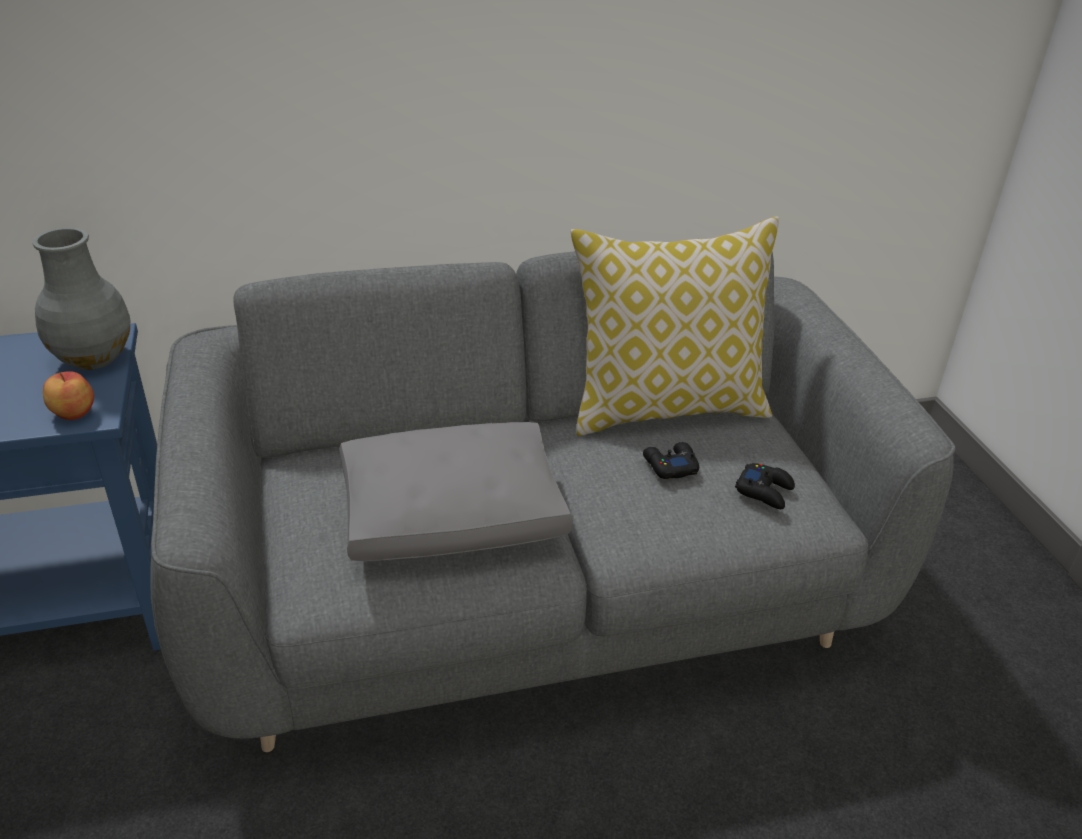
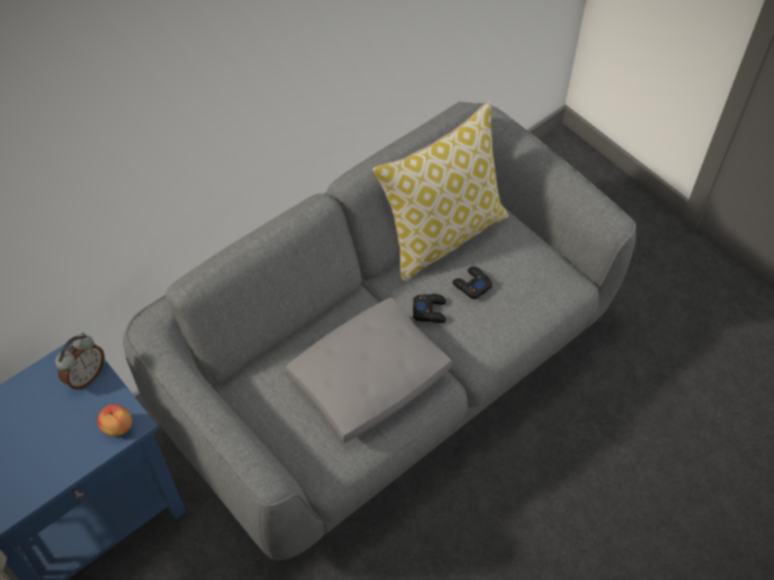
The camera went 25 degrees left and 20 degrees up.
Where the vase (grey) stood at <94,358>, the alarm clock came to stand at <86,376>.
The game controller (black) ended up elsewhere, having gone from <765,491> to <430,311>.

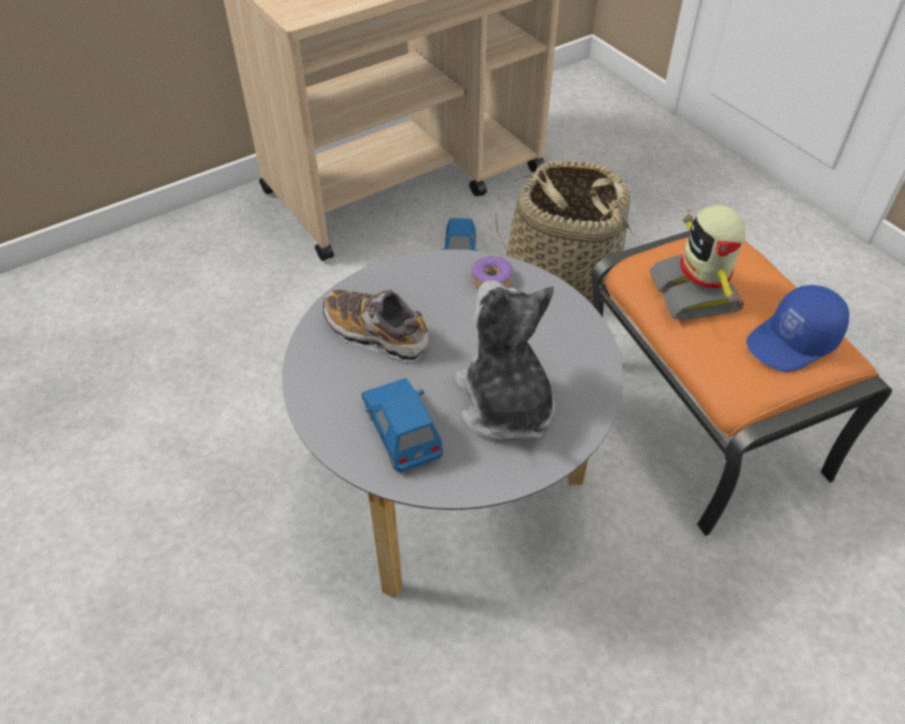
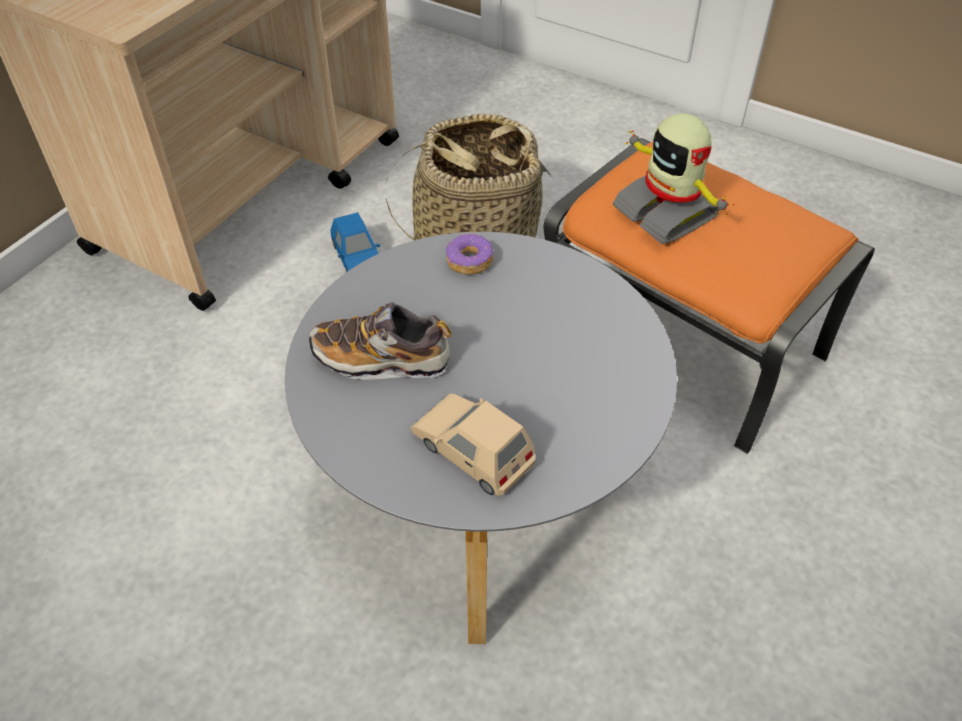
The camera went 25 degrees left and 0 degrees up.
The second view lost the plush toy at <505,404>.
The second view lost the cap (blue) at <793,342>.
What was the toy car (blue) at <401,430> turned into the toy car (beige) at <473,451>.

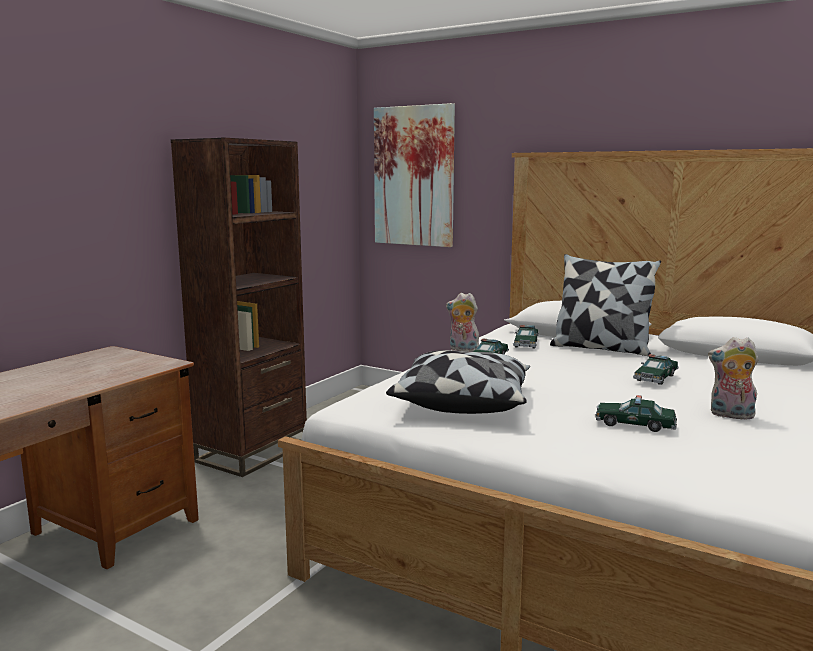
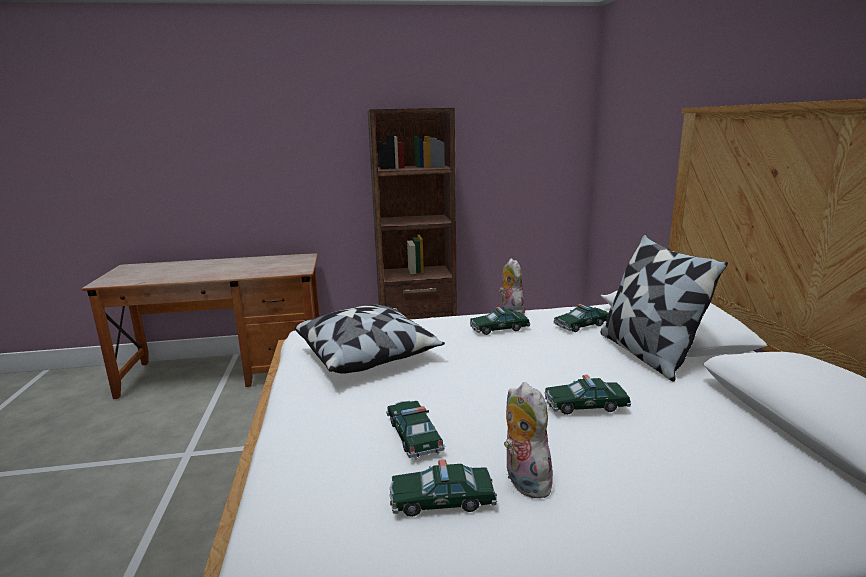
The camera went 50 degrees right and 5 degrees up.
The second view lost the picture at <414,176>.
The second view gained the toy car at <442,500>.

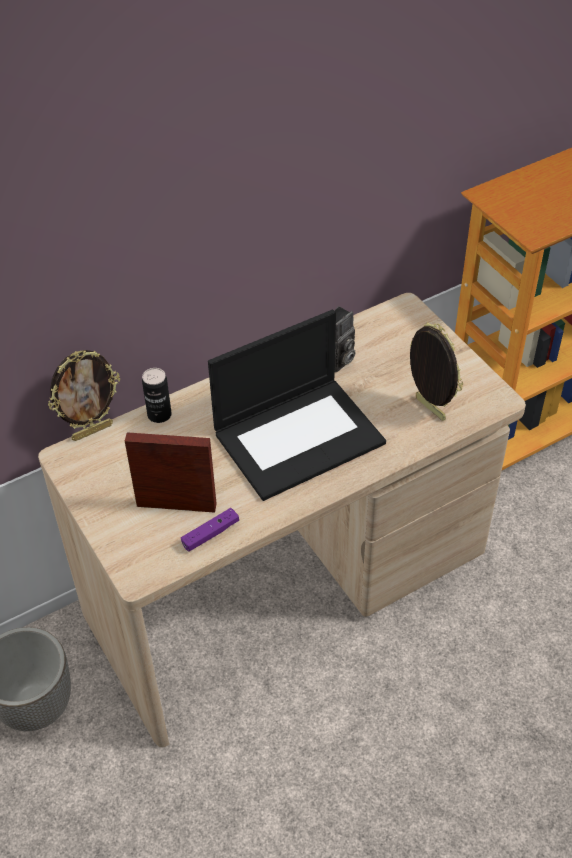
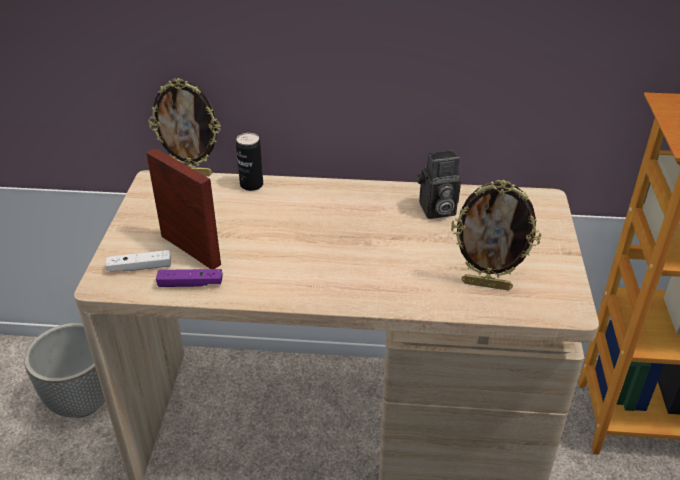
The camera went 35 degrees right and 10 degrees down.
The second view lost the laptop at <299,436>.
The picture frame at <428,409> ended up facing another way, 105 degrees clockwise from before.
The second view gained the game controller (white) at <139,267>.

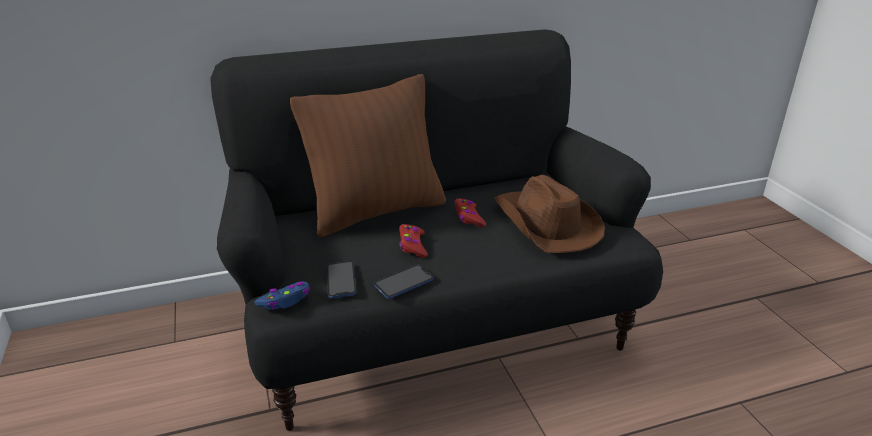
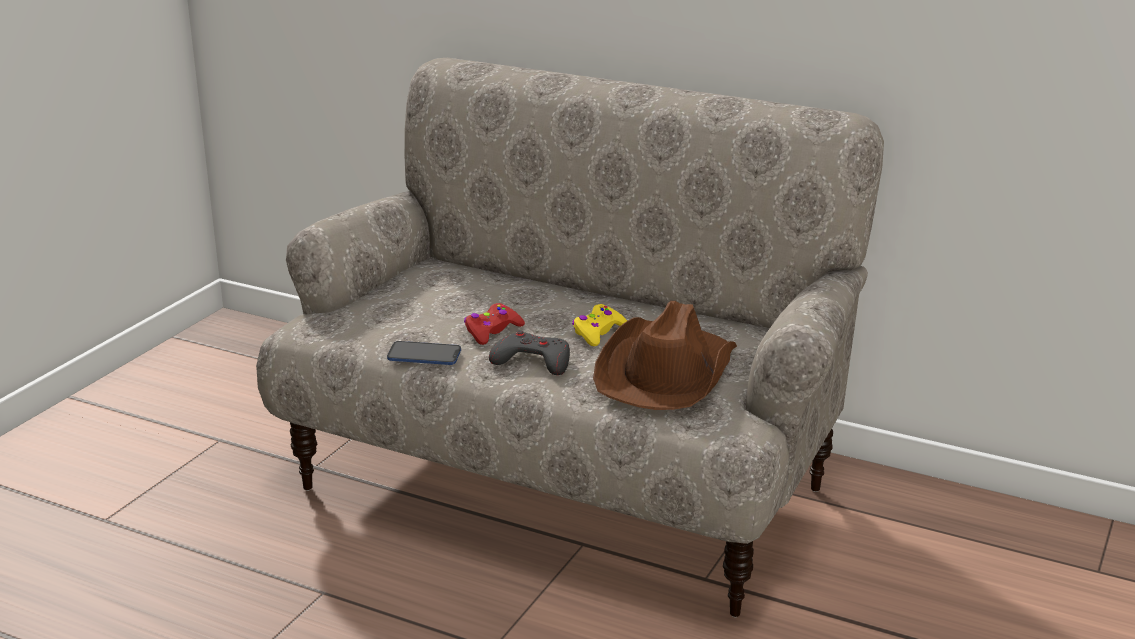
The camera went 45 degrees right and 5 degrees down.
What was the sofa (black) at <435,326> turned into the sofa (beige) at <566,483>.
The second view lost the pillow (brown) at <376,212>.
What was the game controller (red) at <469,217> turned into the game controller (yellow) at <598,332>.
The second view lost the phone at <341,281>.
The second view lost the game controller (blue) at <285,301>.
The second view gained the game controller (grey) at <533,361>.

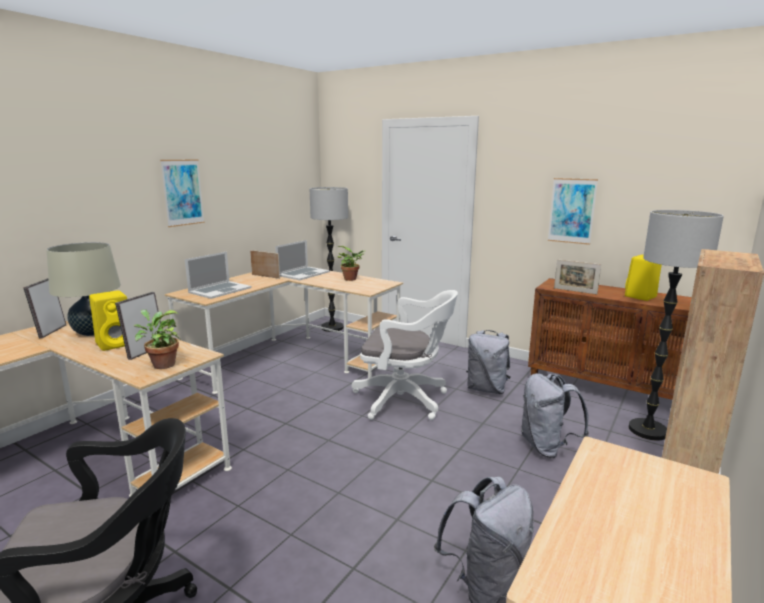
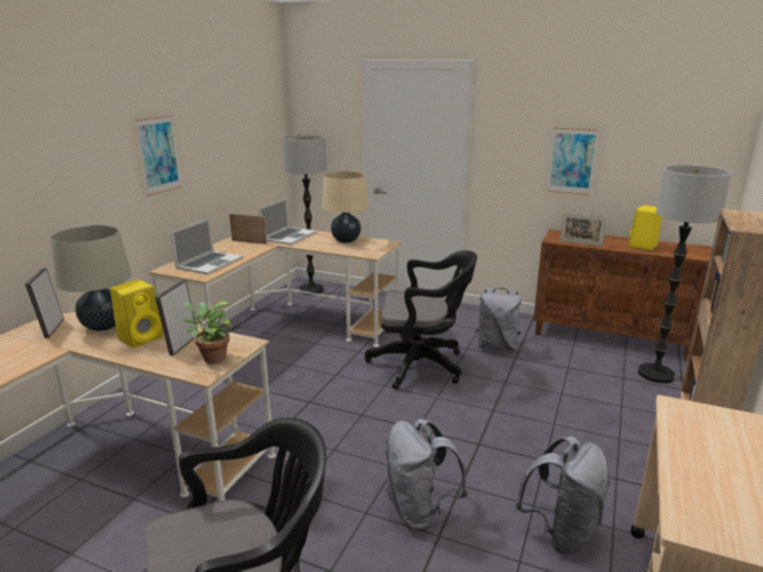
The camera went 10 degrees left and 5 degrees up.
Where the potted plant stood at <352,279>, the table lamp (beige) came to stand at <346,240>.
What was the office chair (white) at <405,400> turned into the office chair (black) at <422,365>.
The backpack (grey) ended up elsewhere, having gone from <547,447> to <420,510>.

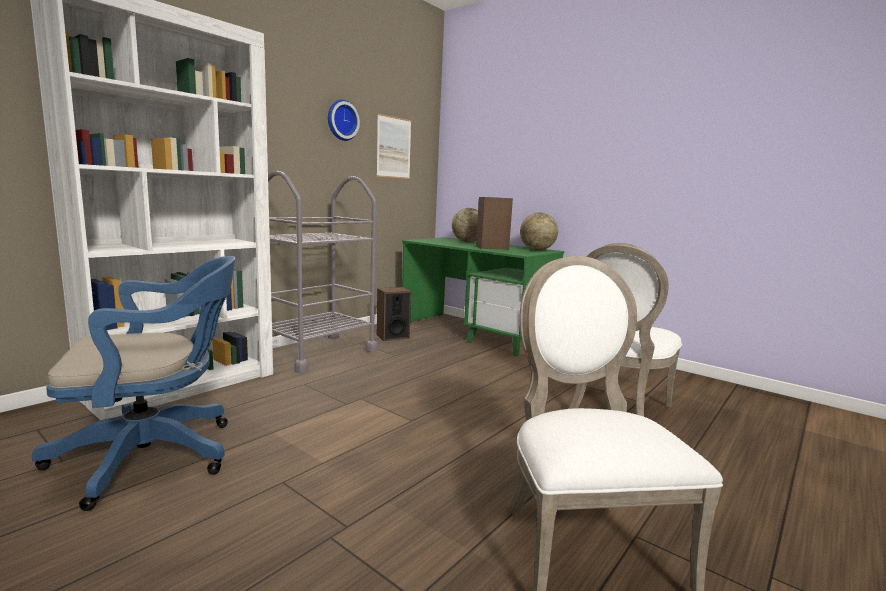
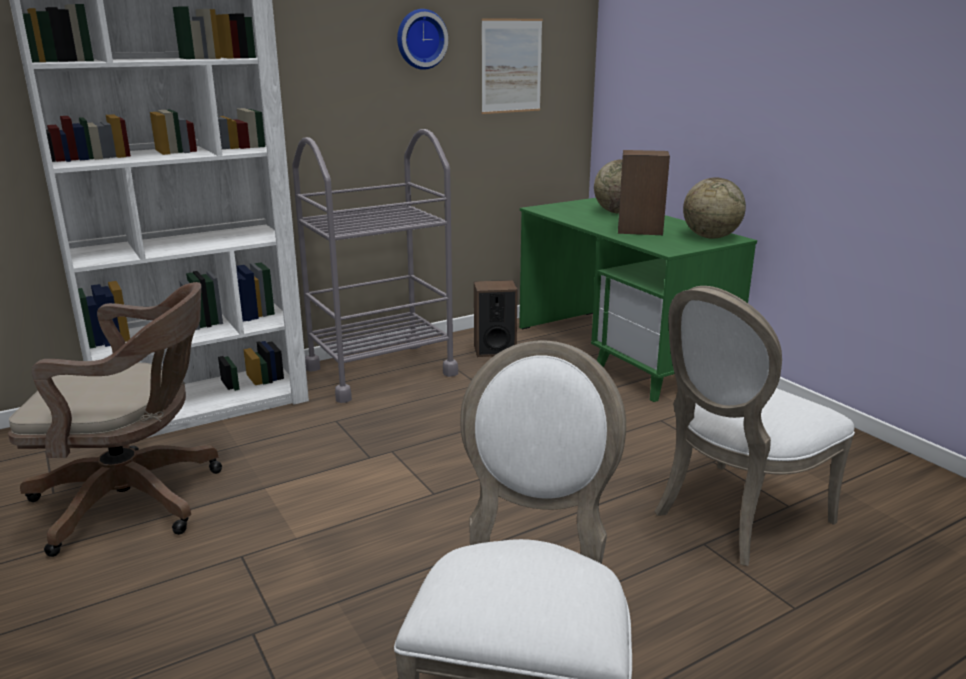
The camera went 20 degrees right and 10 degrees up.
What was the office chair (blue) at <156,455> turned into the office chair (brown) at <137,500>.

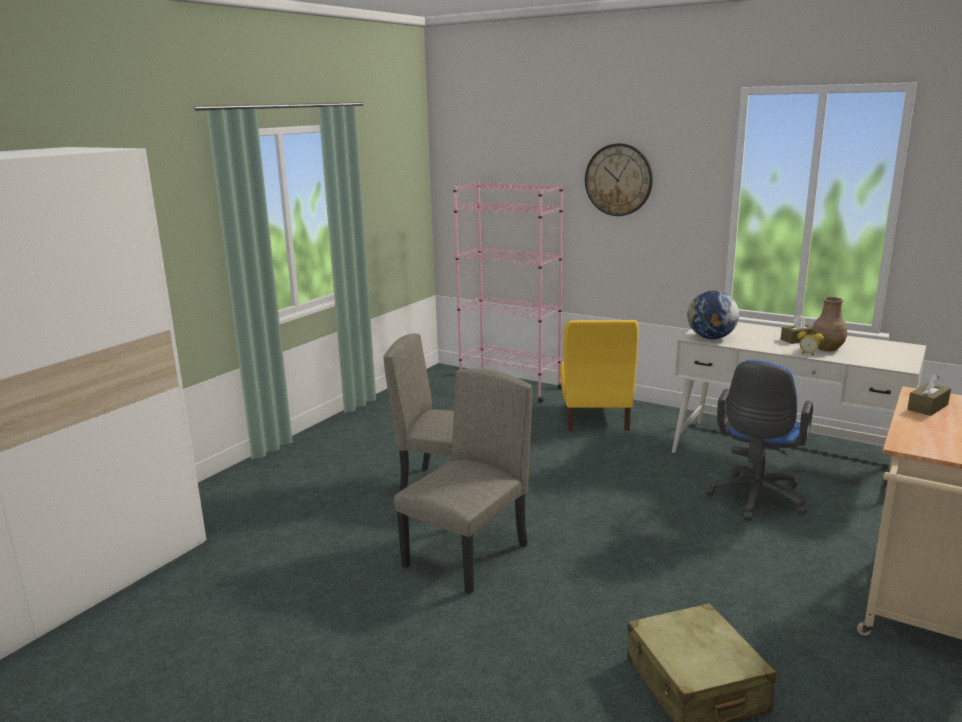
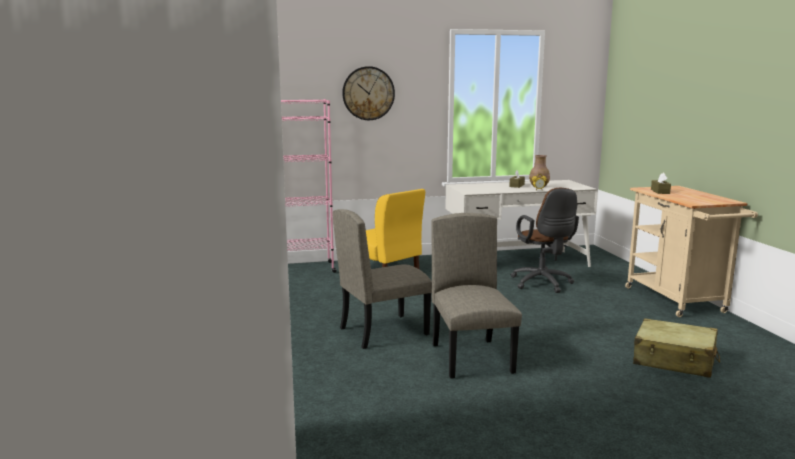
The camera went 45 degrees left and 5 degrees down.
The second view lost the globe at <710,338>.
What was the office chair (blue) at <755,500> turned into the office chair (brown) at <543,284>.

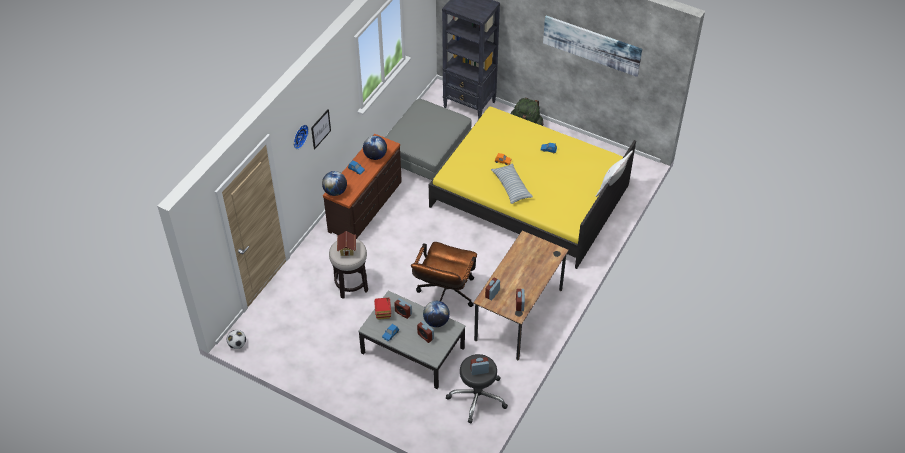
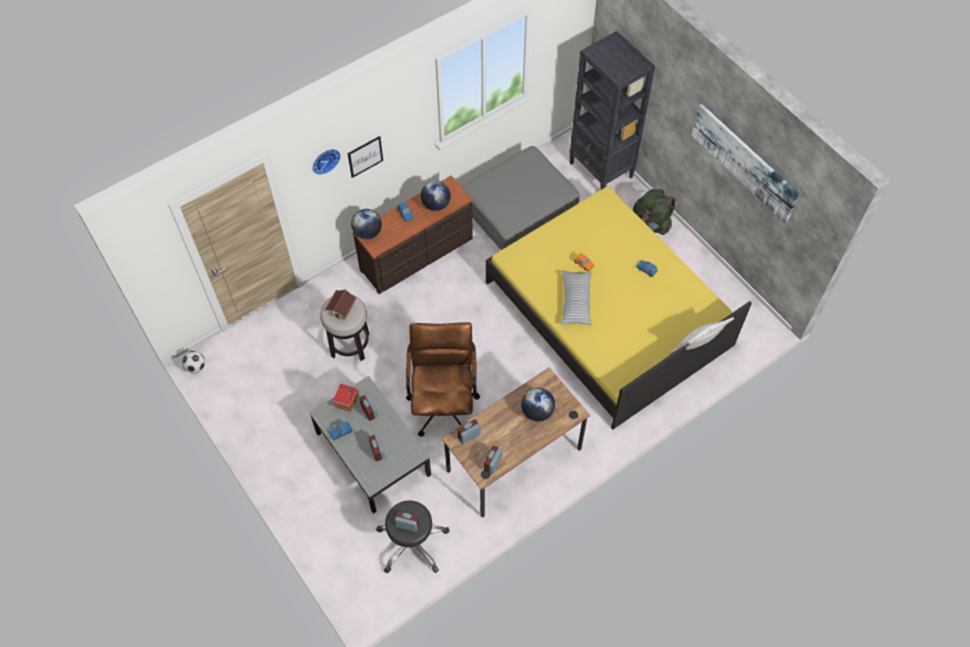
The camera went 25 degrees right and 10 degrees up.
The office chair (brown) at <445,296> ended up facing another way, 135 degrees clockwise from before.
The globe ended up elsewhere, having gone from <436,321> to <537,411>.

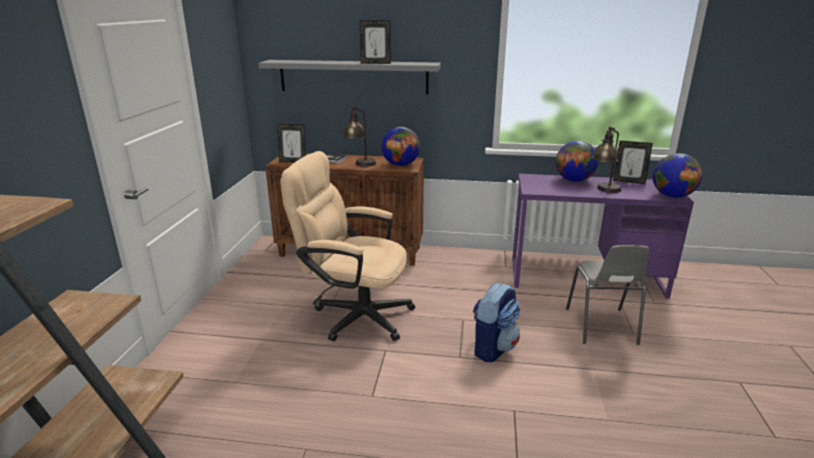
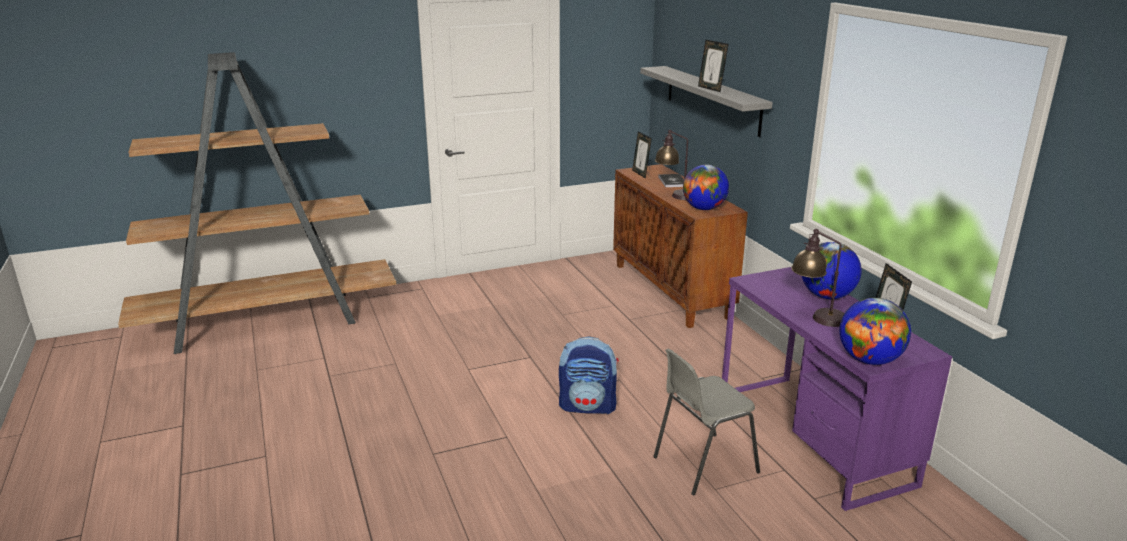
The camera went 60 degrees right and 0 degrees up.
The second view lost the office chair (beige) at <354,315>.

